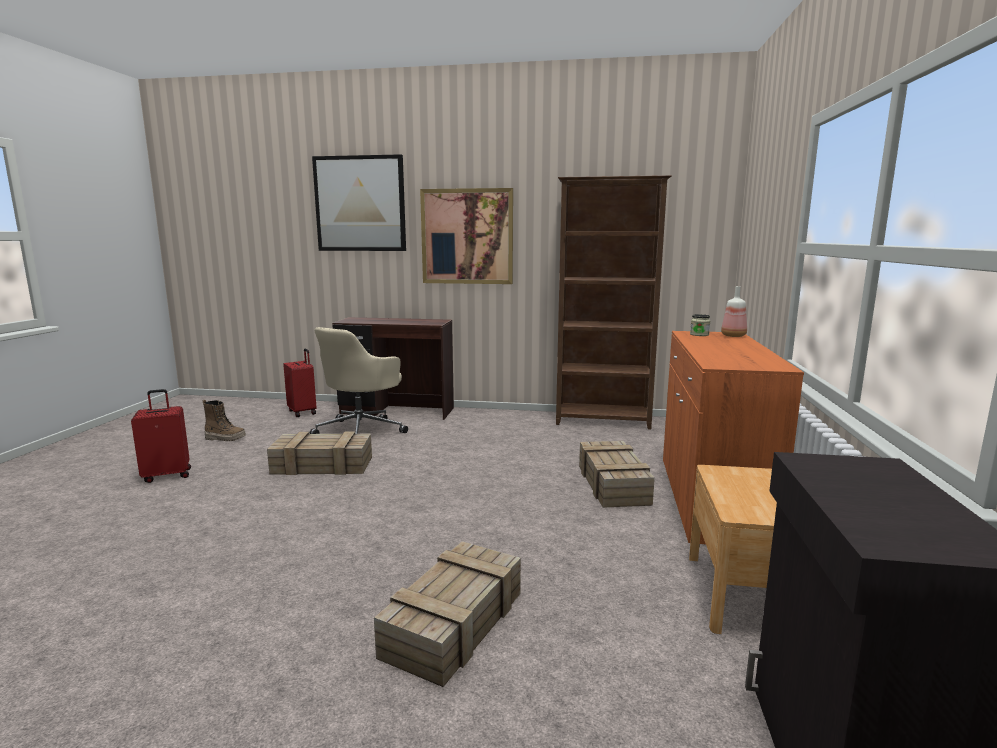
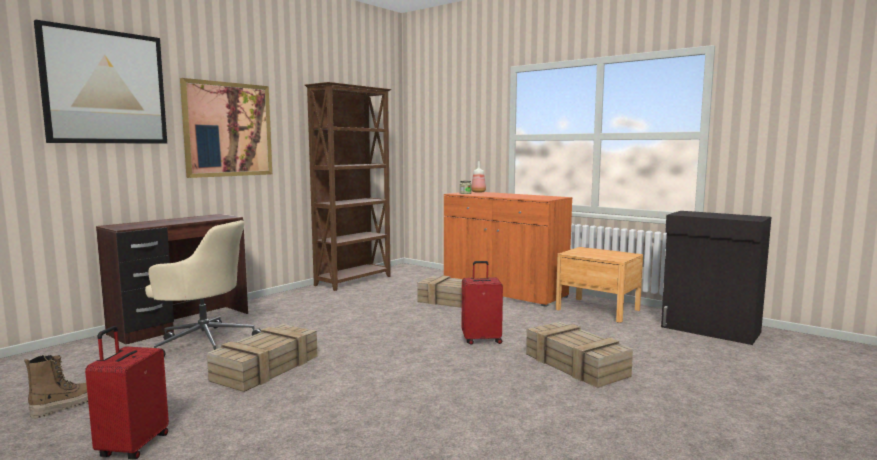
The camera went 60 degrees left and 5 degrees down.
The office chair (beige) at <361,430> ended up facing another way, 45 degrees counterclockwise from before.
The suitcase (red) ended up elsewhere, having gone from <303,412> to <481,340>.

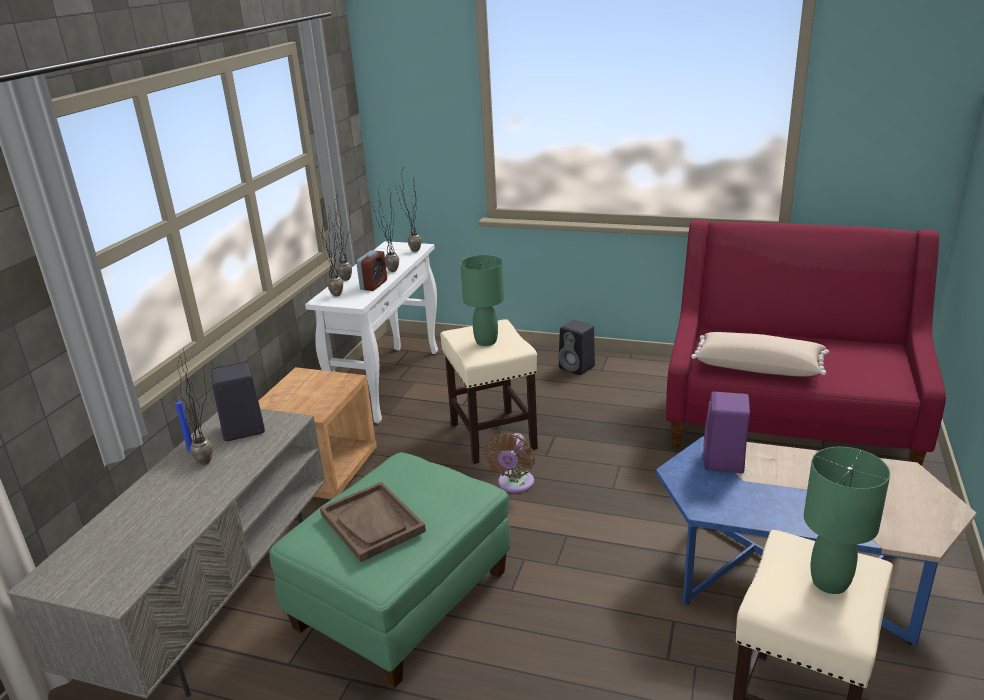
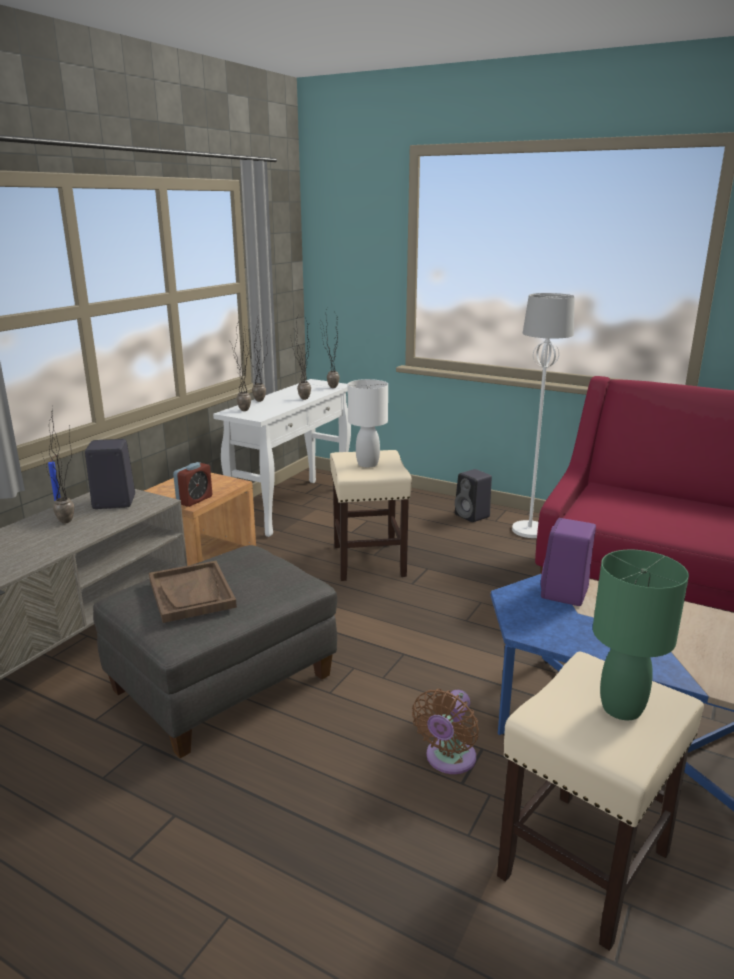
The camera went 10 degrees right and 5 degrees down.
The alarm clock ended up elsewhere, having gone from <374,285> to <194,500>.
What was the table lamp (green) at <486,342> turned into the table lamp (white) at <368,464>.
The second view lost the pillow (beige) at <758,367>.
The fan (brown) ended up elsewhere, having gone from <514,484> to <448,759>.
What was the ottoman (green) at <403,600> turned into the ottoman (grey) at <224,683>.
The second view gained the floor lamp (white) at <530,530>.

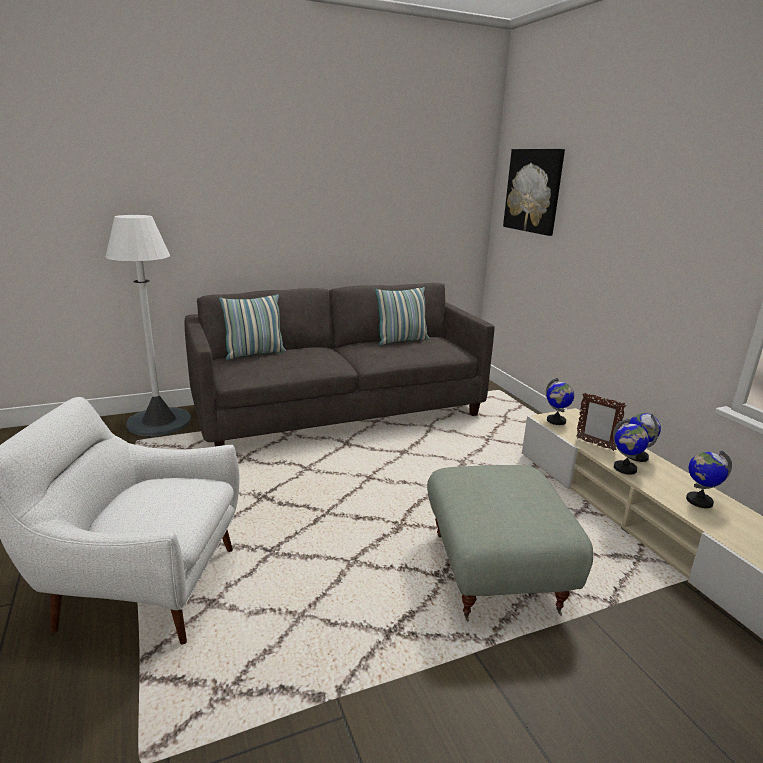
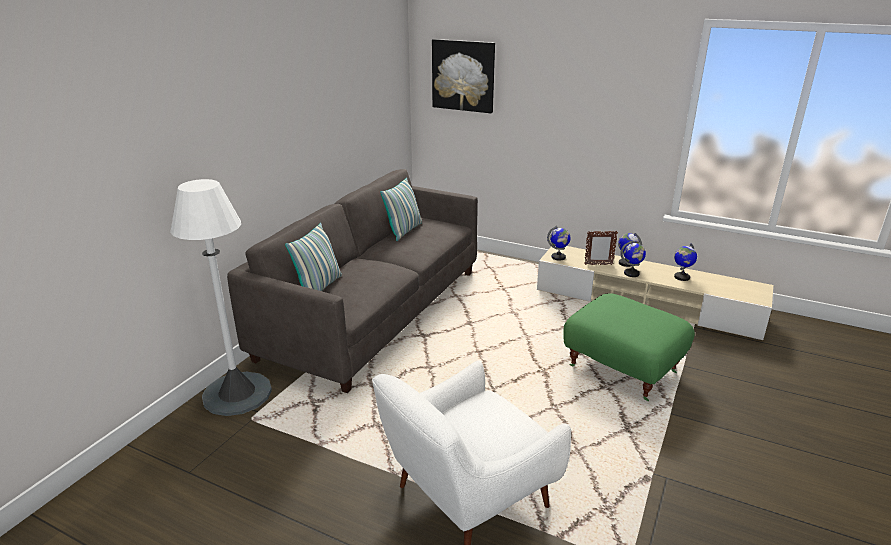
The camera went 40 degrees left and 5 degrees up.
What was the ottoman (grey) at <496,572> turned into the ottoman (green) at <623,368>.

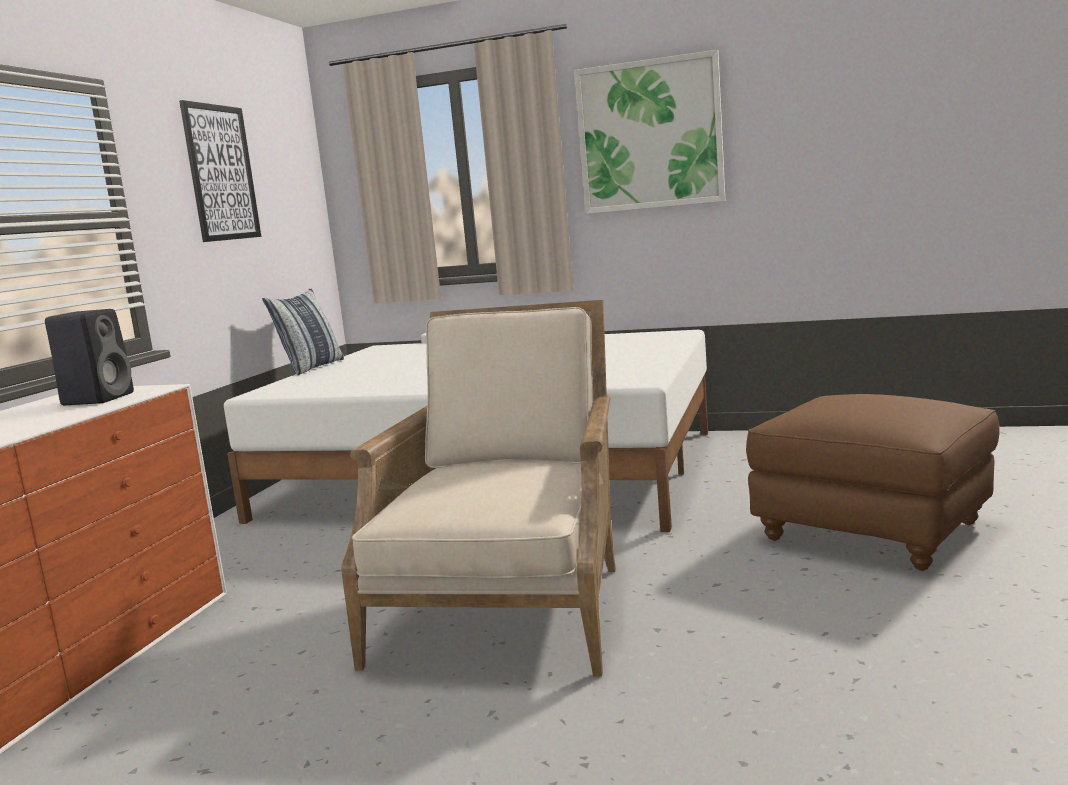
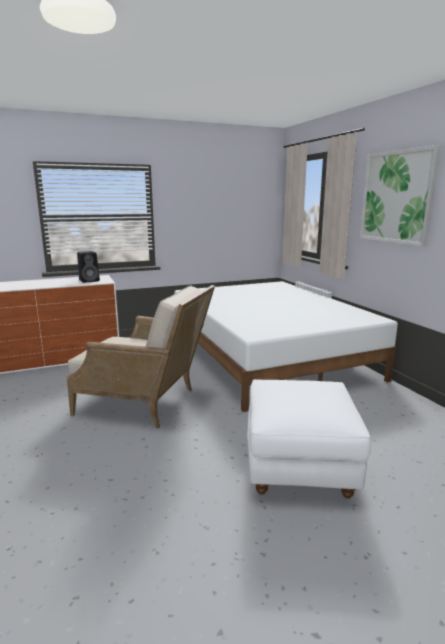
The camera went 50 degrees right and 5 degrees up.
The second view lost the picture at <221,173>.
The second view lost the pillow at <311,367>.
The armchair (beige) at <510,602> ended up facing another way, 45 degrees clockwise from before.
What was the ottoman (brown) at <873,532> turned into the ottoman (white) at <299,466>.

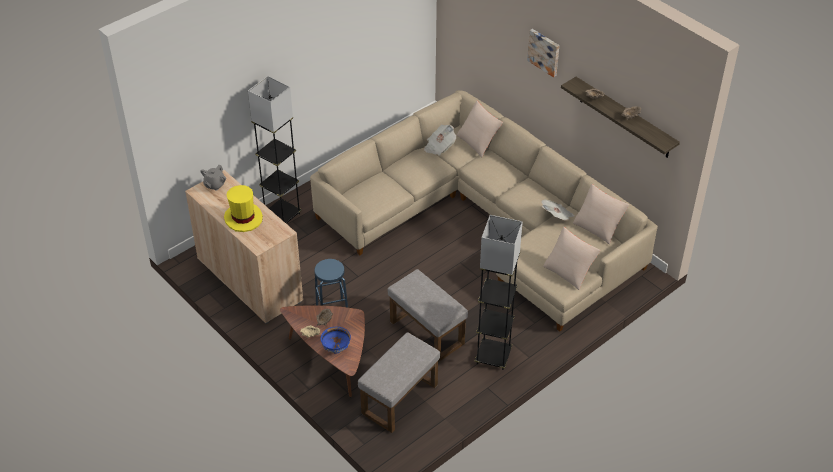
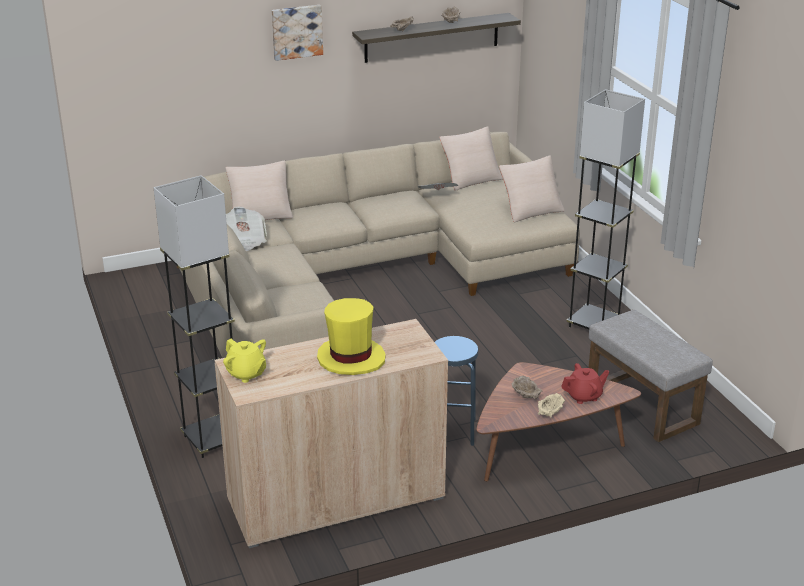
The camera went 70 degrees left and 15 degrees down.
What was the teapot (grey) at <214,185> turned into the teapot (yellow) at <246,374>.
The second view lost the ottoman (grey) at <428,333>.
Where the bowl (blue) stood at <336,348>, the teapot (red) came to stand at <584,396>.

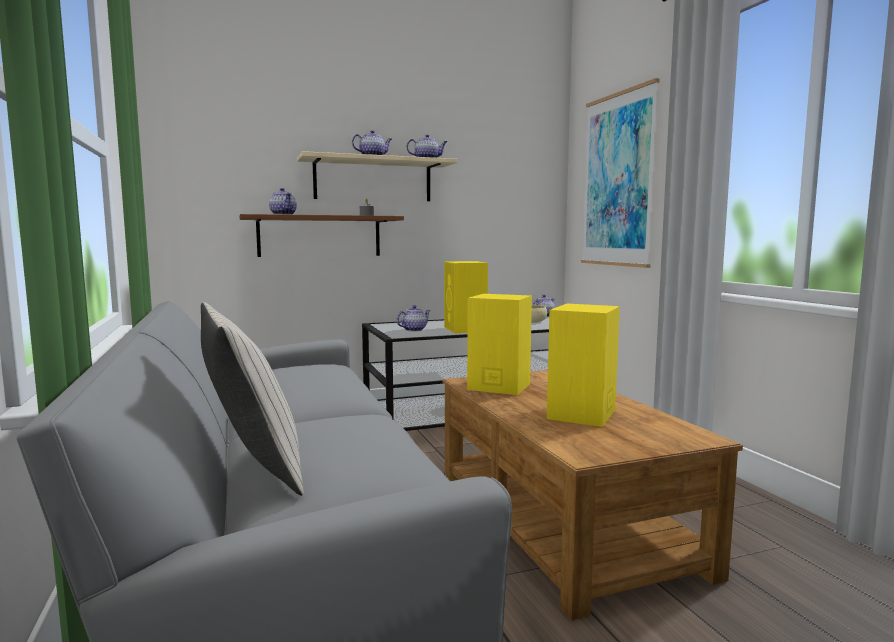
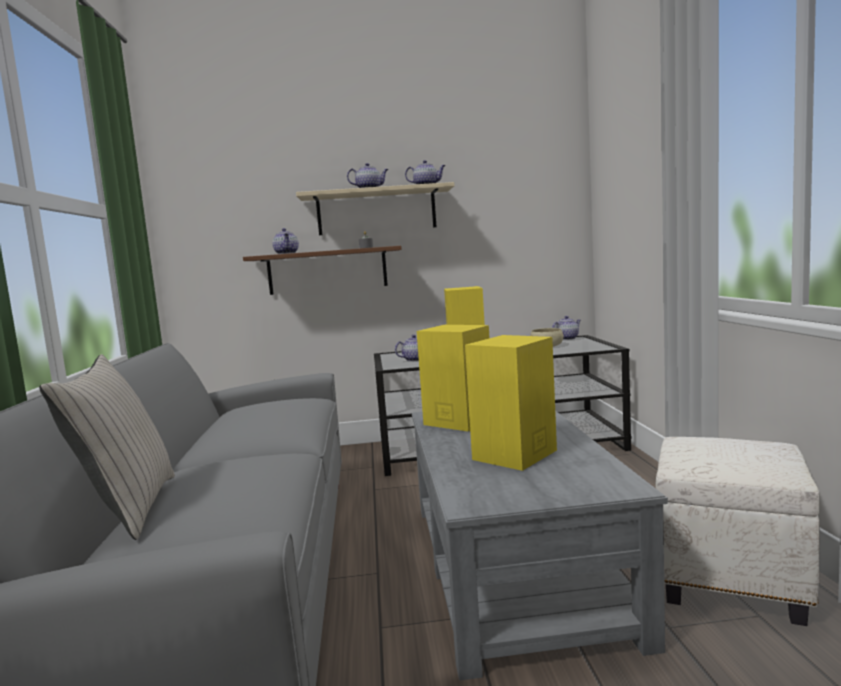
The camera went 15 degrees right and 0 degrees up.
The second view lost the picture at <617,180>.
What was the coffee table (brown) at <562,519> turned into the coffee table (grey) at <515,564>.
The second view gained the ottoman (white) at <731,581>.

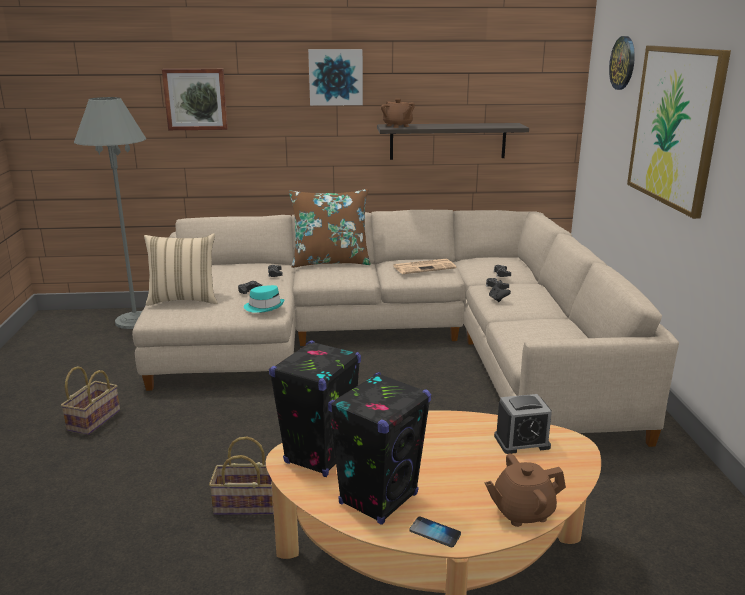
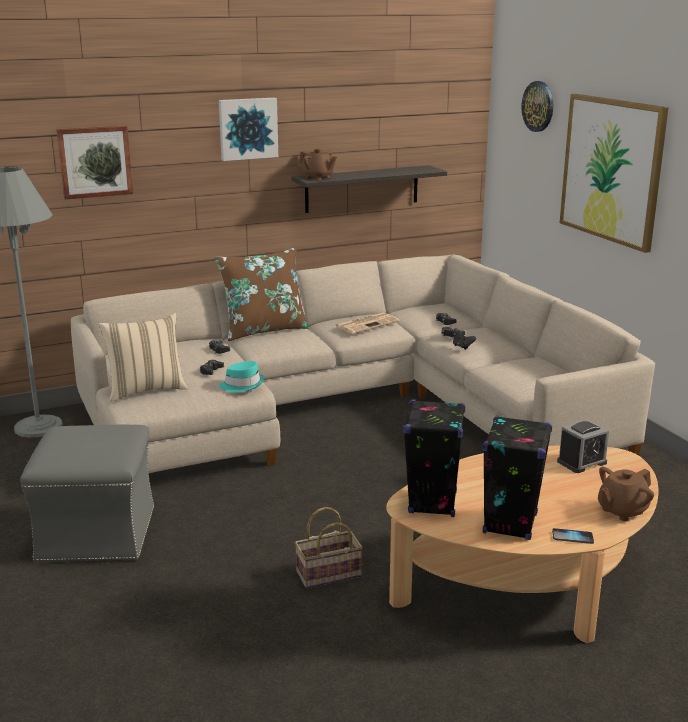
The camera went 20 degrees left and 0 degrees up.
Where the basket stood at <94,419>, the ottoman (grey) came to stand at <97,533>.

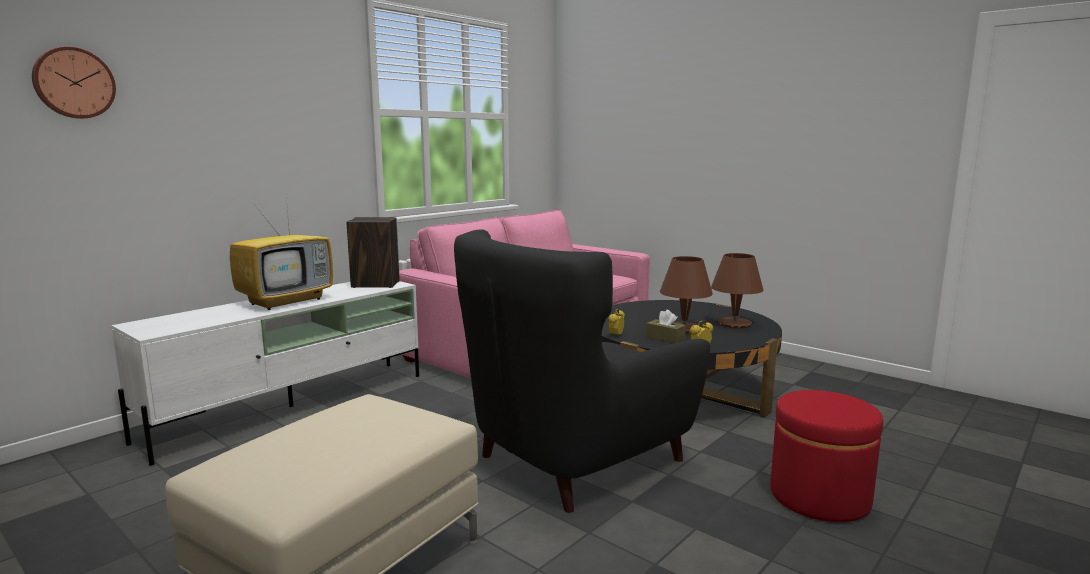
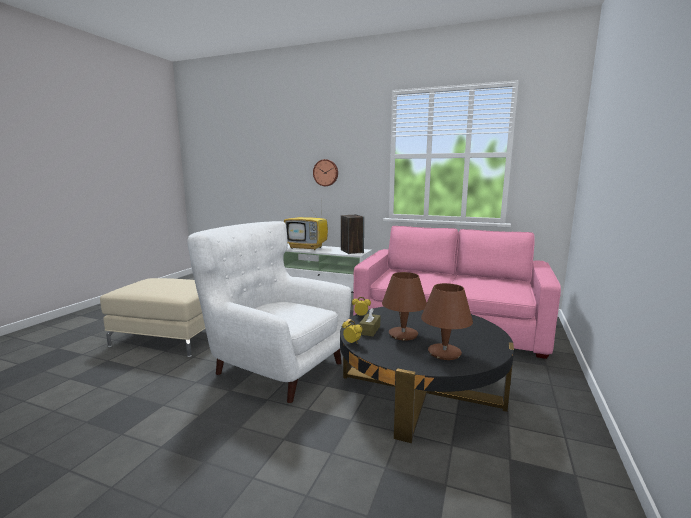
The camera went 70 degrees right and 0 degrees up.
The wall clock ended up elsewhere, having gone from <74,83> to <326,172>.
What was the armchair (black) at <575,460> turned into the armchair (white) at <276,366>.
The second view lost the ottoman (red) at <819,497>.

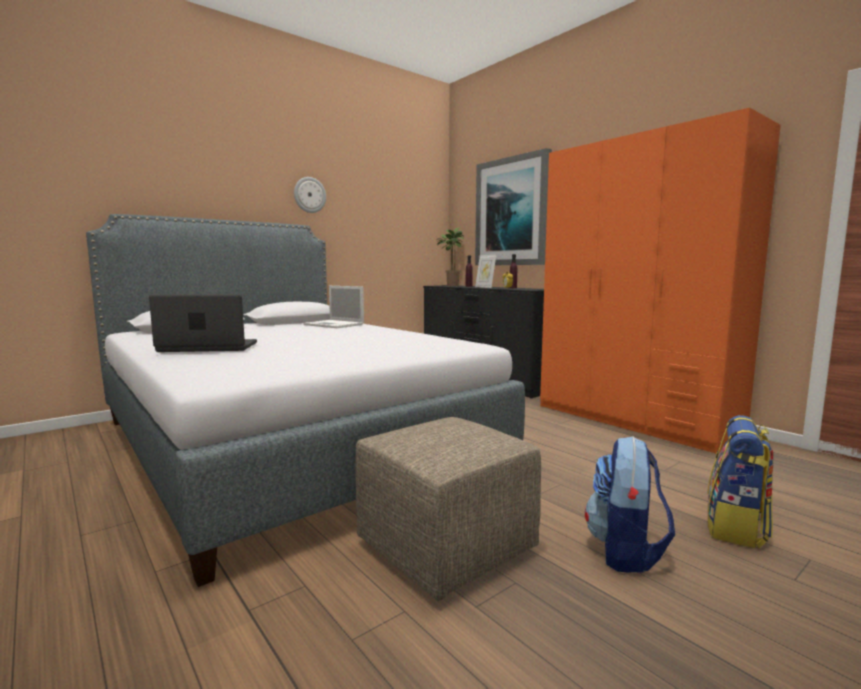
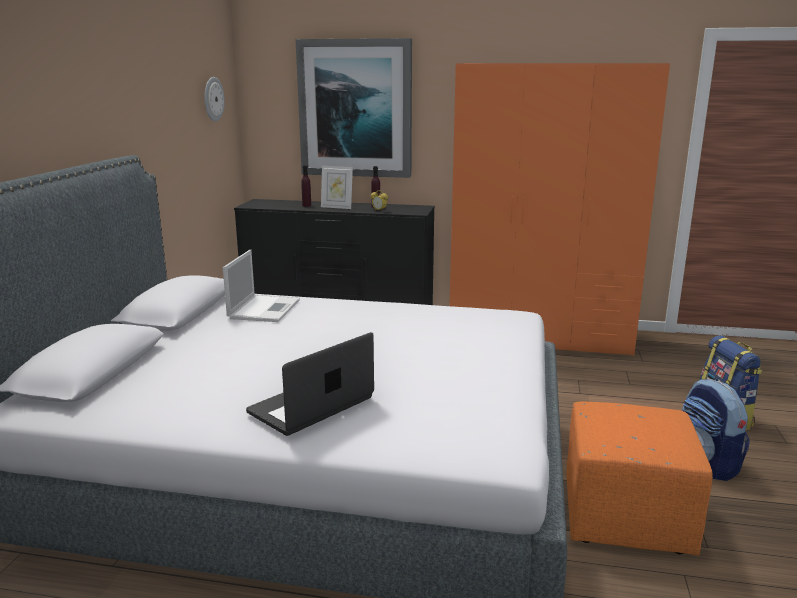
The camera went 40 degrees left and 10 degrees up.
The wall clock ended up elsewhere, having gone from <309,195> to <213,99>.
The second view lost the potted plant at <451,285>.
The laptop at <335,325> ended up facing another way, 75 degrees counterclockwise from before.
What was the ottoman (beige) at <447,546> turned into the ottoman (orange) at <624,516>.

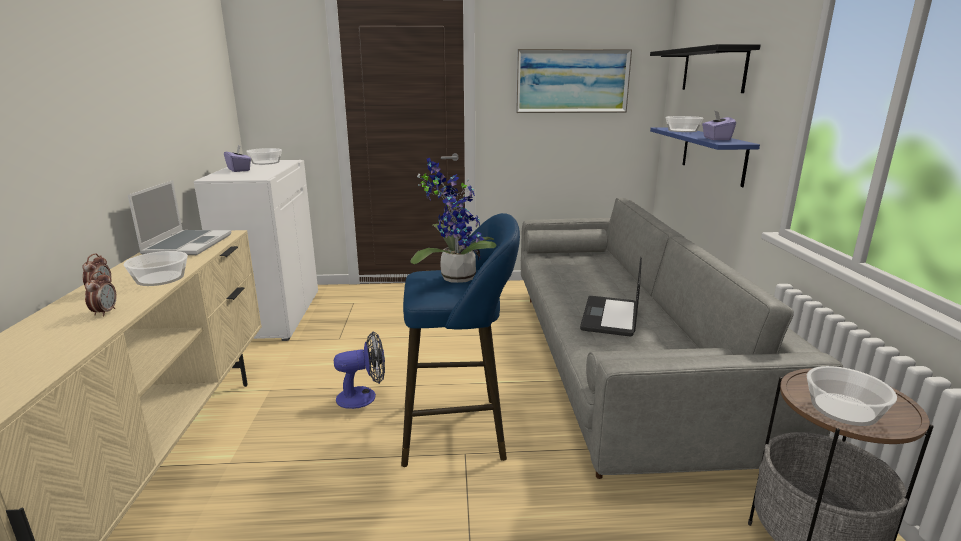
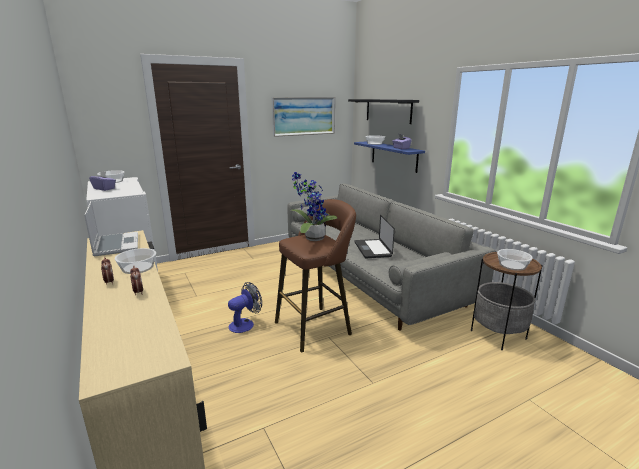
The camera went 25 degrees left and 0 degrees up.
What was the stool (blue) at <460,430> turned into the stool (brown) at <316,327>.

